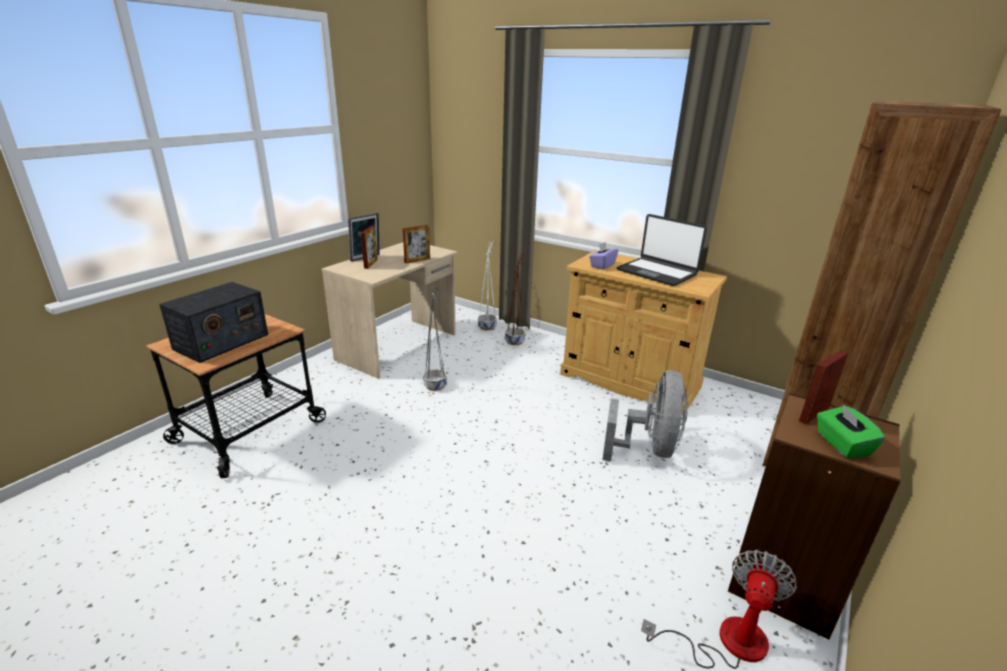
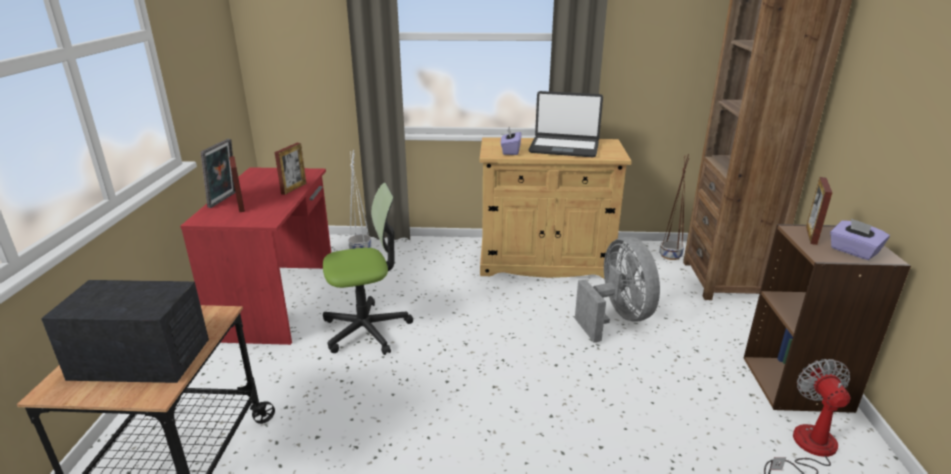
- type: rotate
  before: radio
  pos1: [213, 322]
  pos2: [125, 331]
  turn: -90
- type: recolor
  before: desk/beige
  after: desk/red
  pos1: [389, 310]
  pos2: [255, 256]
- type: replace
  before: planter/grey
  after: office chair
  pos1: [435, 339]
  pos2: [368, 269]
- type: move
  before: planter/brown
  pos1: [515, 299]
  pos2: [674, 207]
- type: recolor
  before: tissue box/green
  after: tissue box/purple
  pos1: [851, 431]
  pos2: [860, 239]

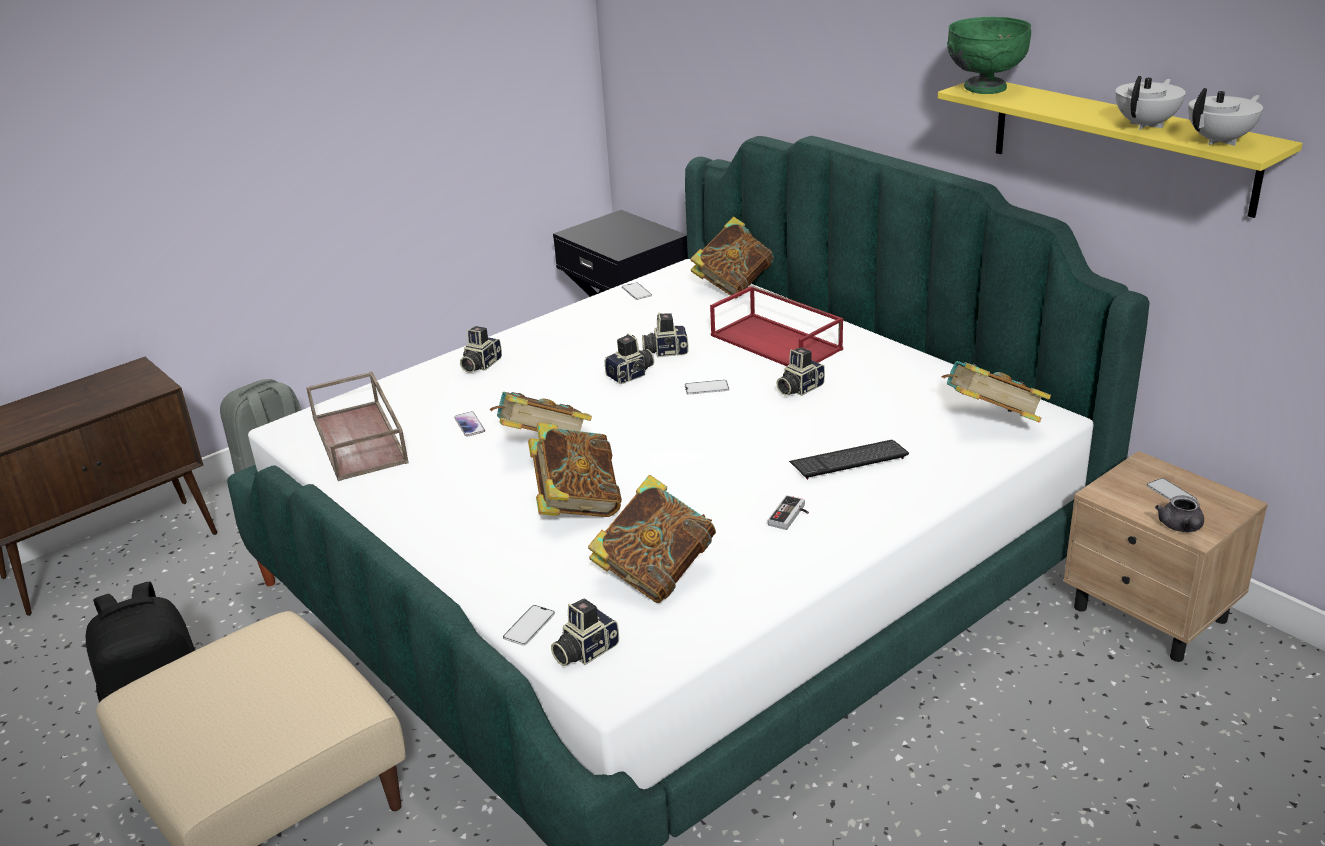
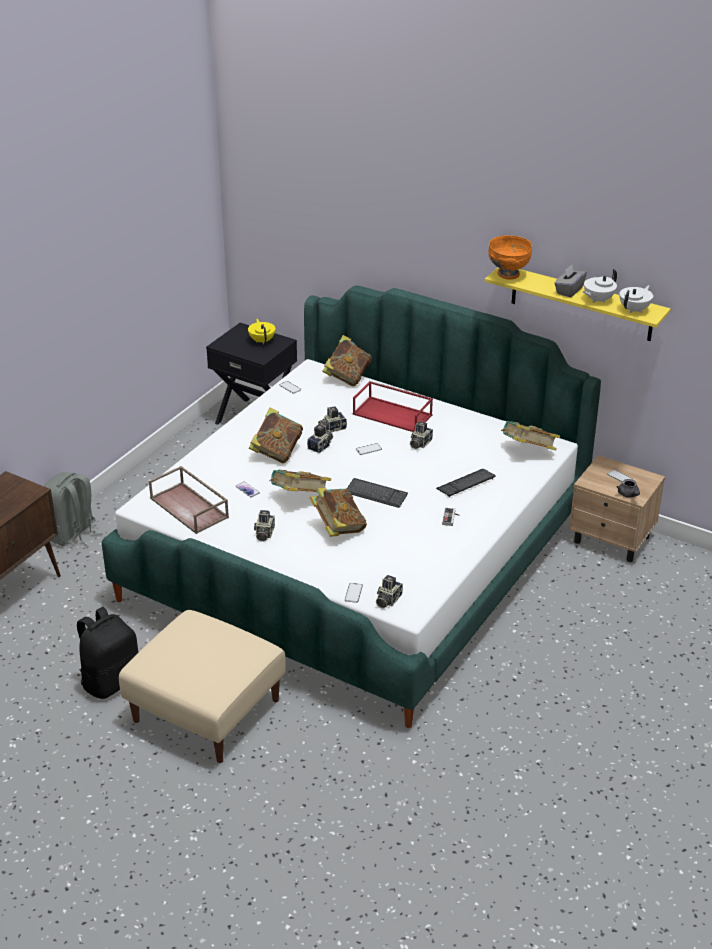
- type: move
  before: photo camera
  pos1: [481, 349]
  pos2: [264, 526]
- type: move
  before: book
  pos1: [652, 539]
  pos2: [276, 435]
- type: recolor
  before: bowl/green
  after: bowl/orange
  pos1: [989, 55]
  pos2: [510, 257]
- type: rotate
  before: teapot/white
  pos1: [1150, 103]
  pos2: [600, 286]
  turn: -150
- type: insert
  after: teapot/yellow
  pos2: [261, 331]
- type: insert
  after: keyboard
  pos2: [377, 493]
- type: insert
  after: tissue box/grey
  pos2: [570, 281]

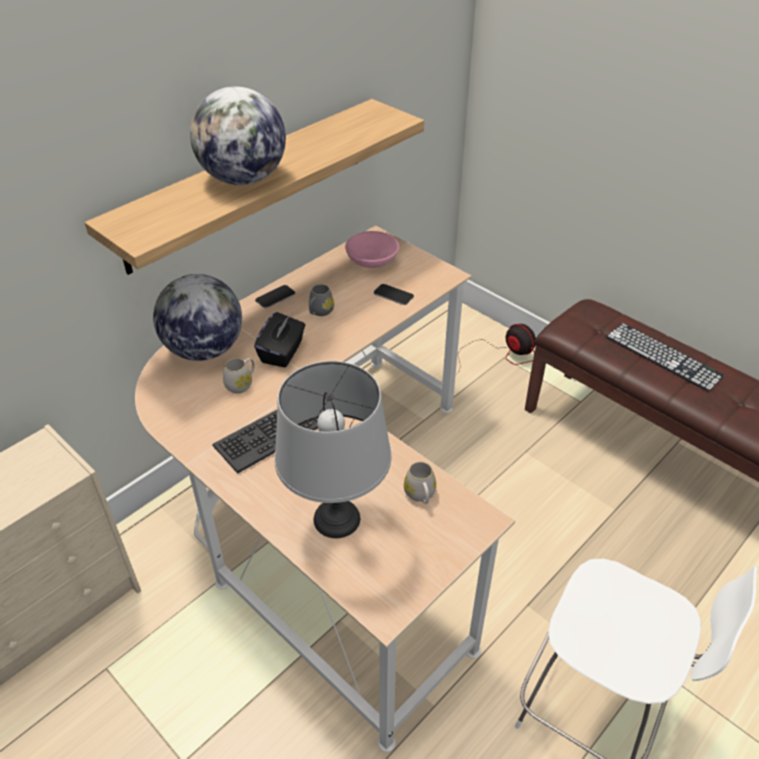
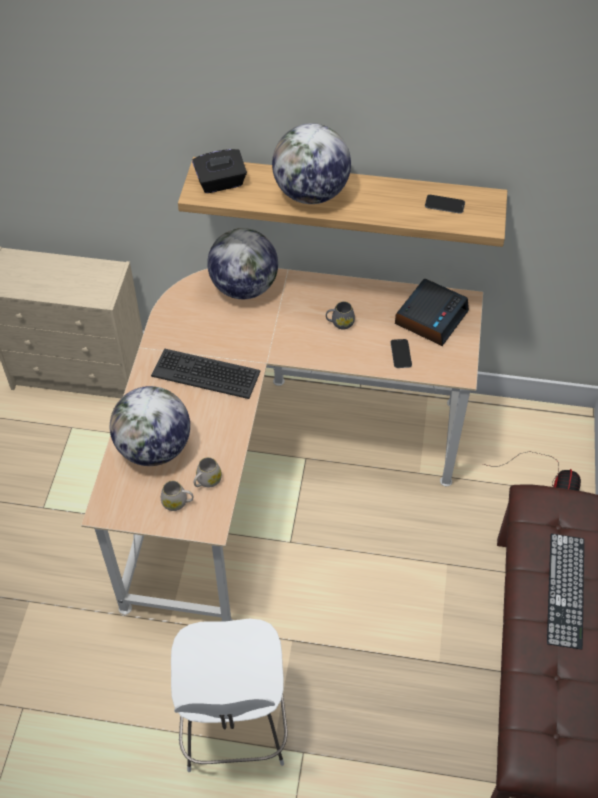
- type: move
  before: mug/white
  pos1: [239, 375]
  pos2: [177, 496]
- type: move
  before: tissue box/black
  pos1: [279, 339]
  pos2: [219, 171]
- type: move
  before: phone
  pos1: [275, 296]
  pos2: [445, 204]
- type: replace
  before: table lamp/grey
  after: globe
  pos1: [332, 449]
  pos2: [150, 426]
- type: replace
  before: bowl/pink
  after: alarm clock
  pos1: [372, 249]
  pos2: [432, 312]

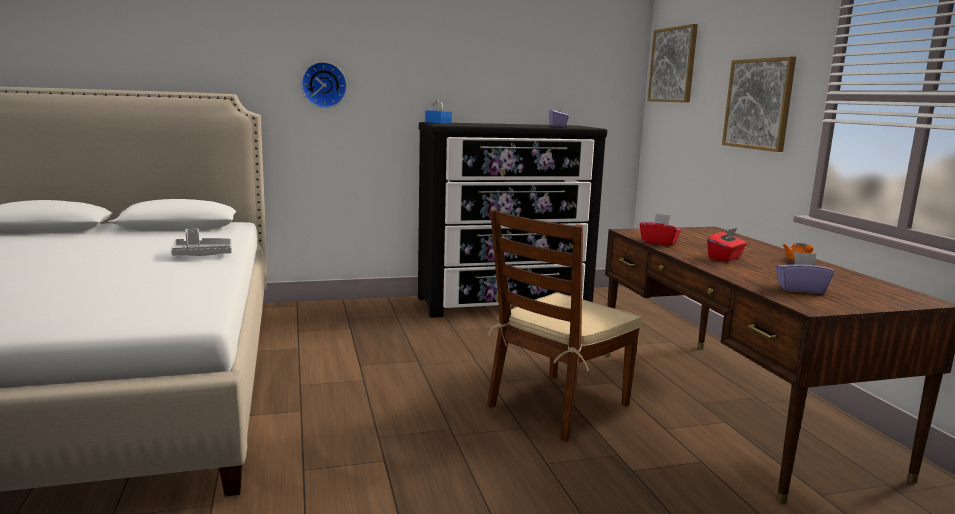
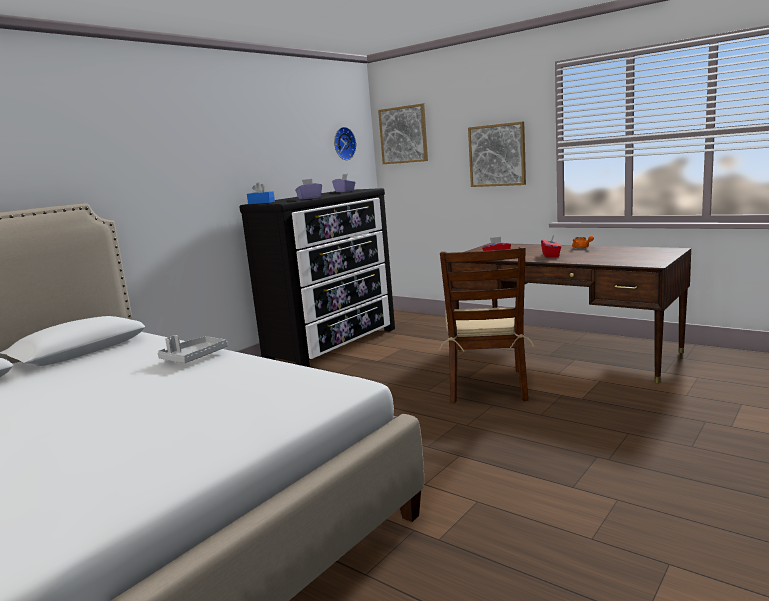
- type: move
  before: wall clock
  pos1: [324, 85]
  pos2: [345, 143]
- type: move
  before: tissue box/purple
  pos1: [805, 273]
  pos2: [308, 189]

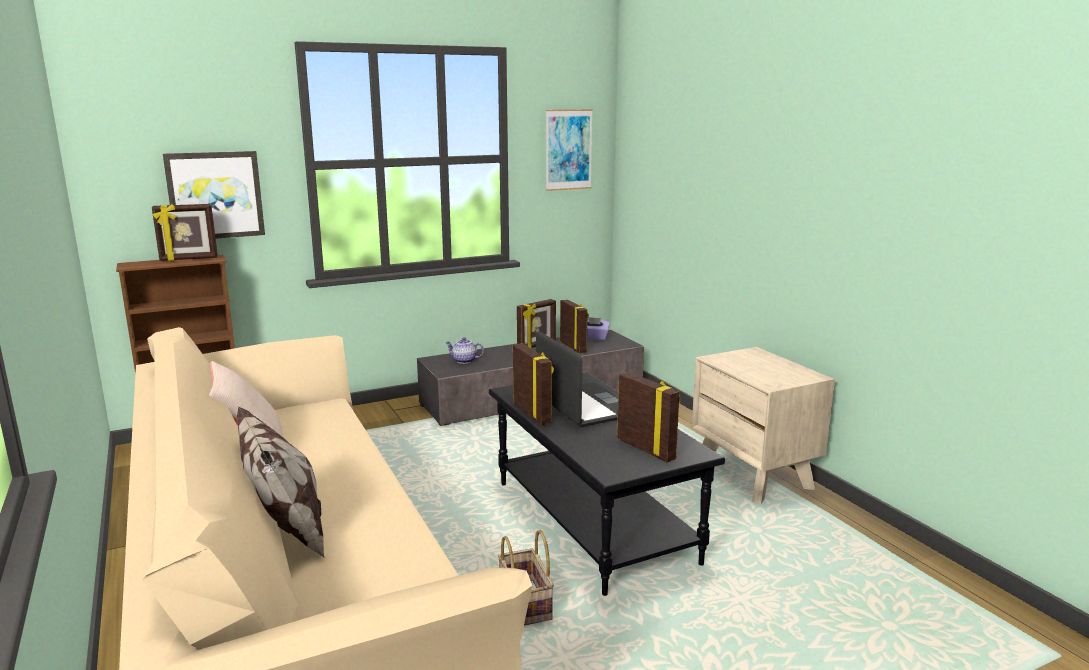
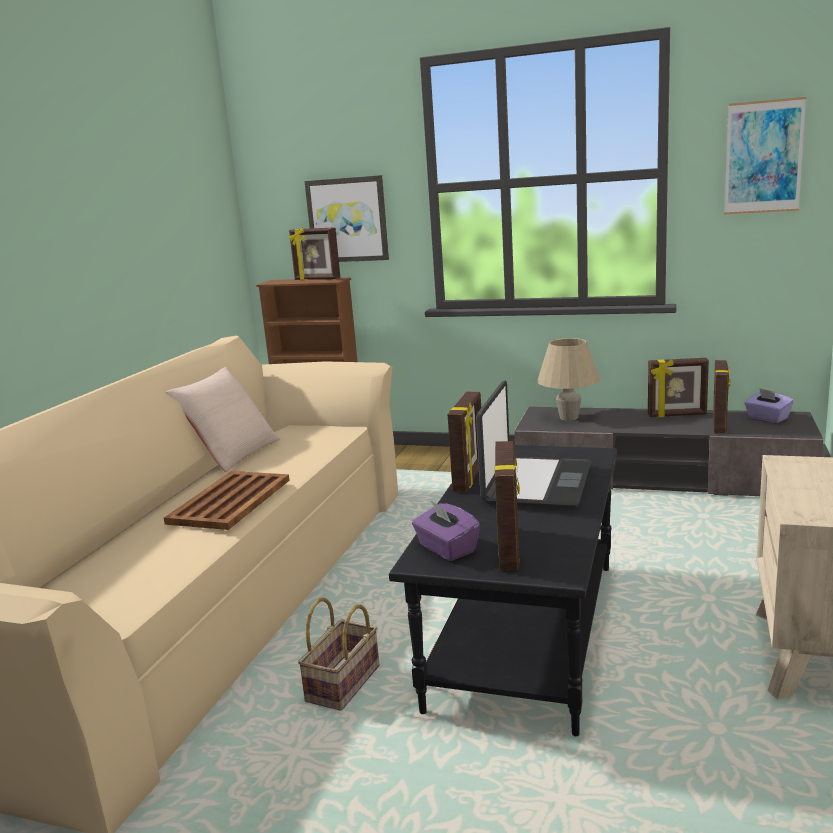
- type: delete
  before: pillow
  pos1: [281, 482]
- type: replace
  before: teapot
  after: table lamp/beige
  pos1: [464, 350]
  pos2: [568, 379]
- type: insert
  after: tray/brown
  pos2: [227, 500]
- type: insert
  after: tissue box/purple
  pos2: [446, 531]

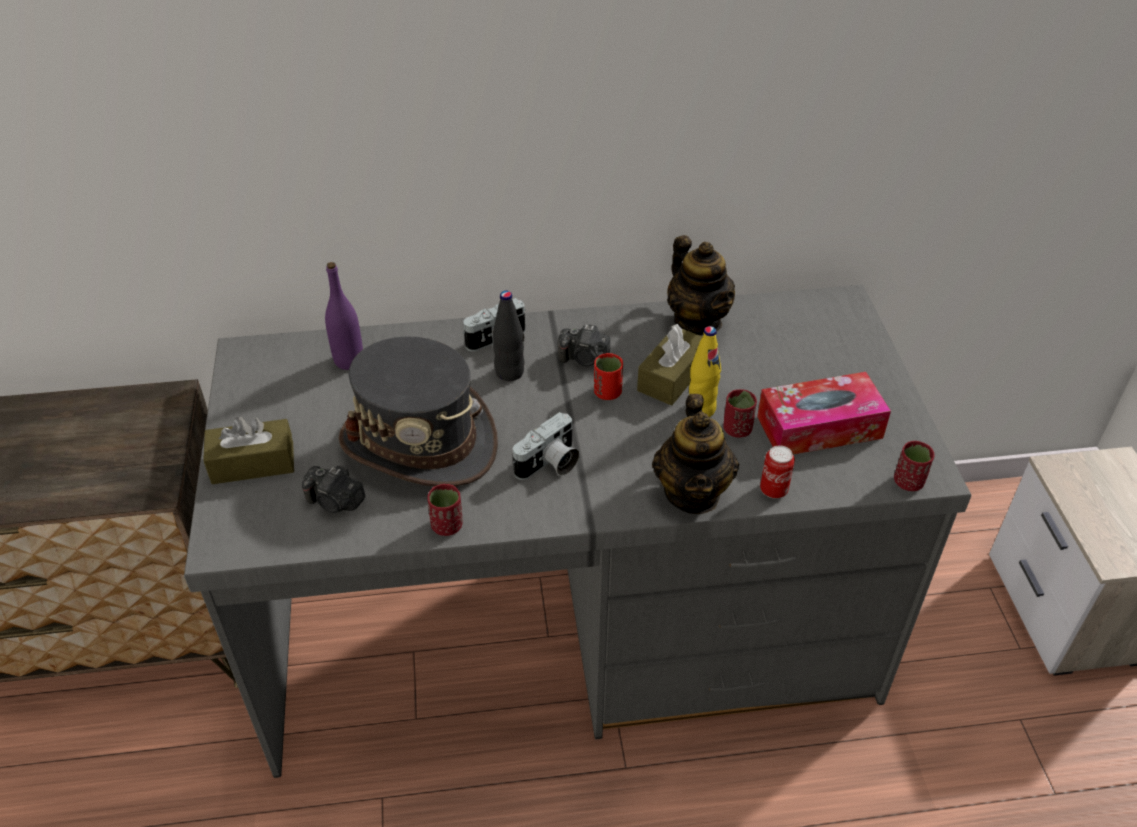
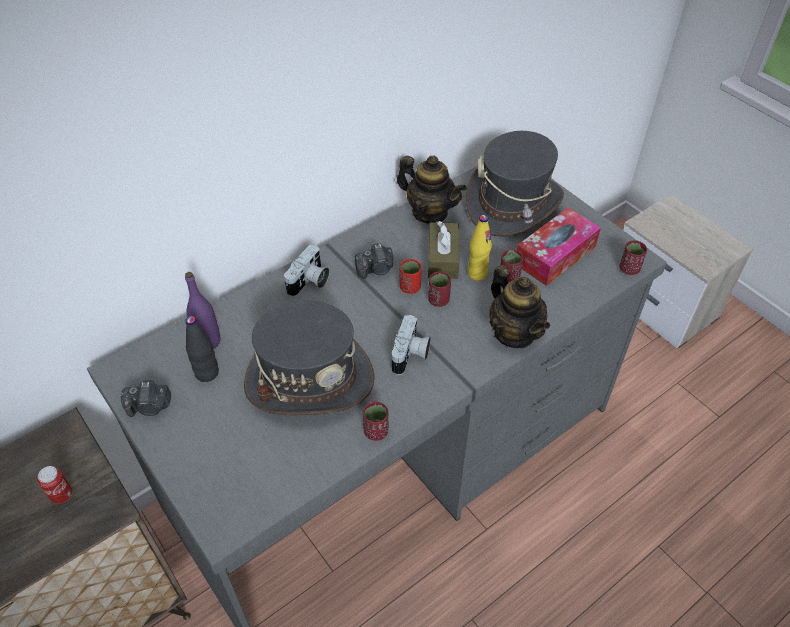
- type: delete
  before: tissue box/brown
  pos1: [248, 450]
- type: move
  before: photo camera
  pos1: [333, 489]
  pos2: [146, 398]
- type: move
  before: bottle/black
  pos1: [508, 336]
  pos2: [202, 349]
- type: move
  before: can
  pos1: [777, 472]
  pos2: [55, 485]
- type: insert
  after: cup/red
  pos2: [439, 289]
- type: insert
  after: hat/grey
  pos2: [515, 184]

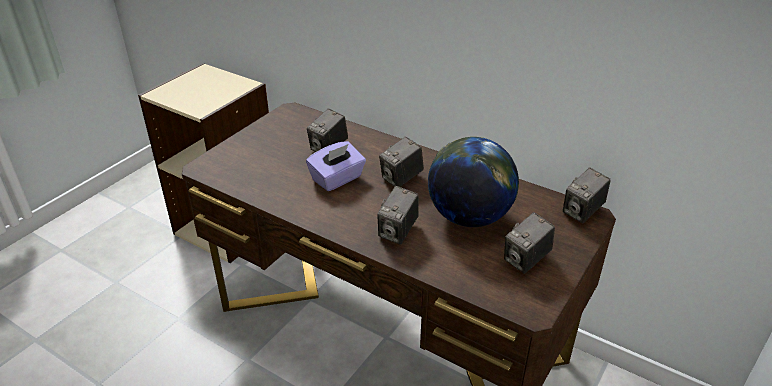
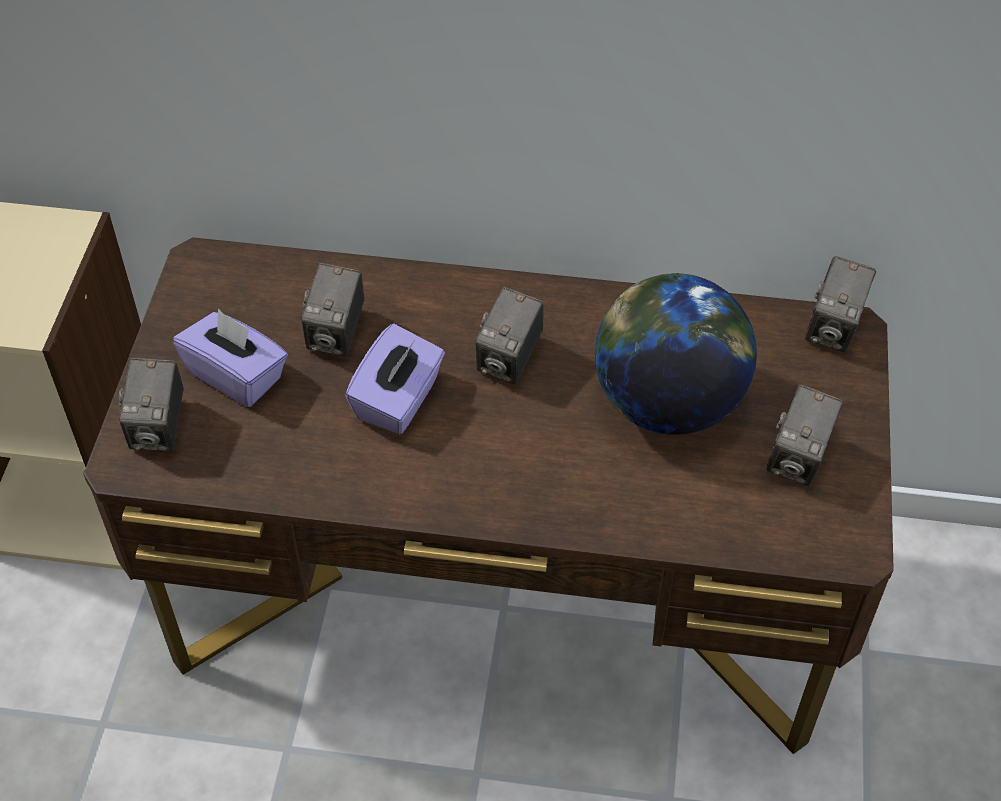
- type: move
  before: photo camera
  pos1: [398, 215]
  pos2: [151, 404]
- type: insert
  after: tissue box/purple
  pos2: [230, 358]

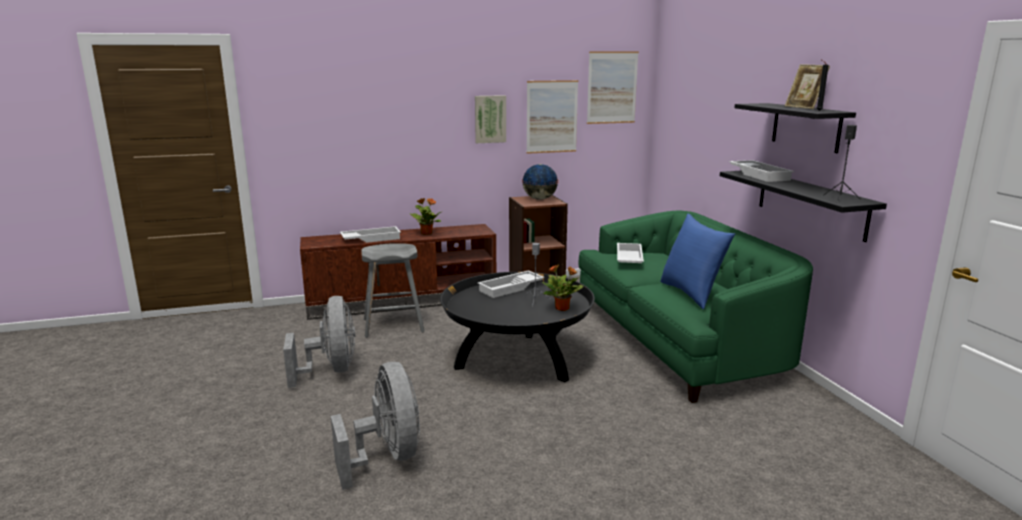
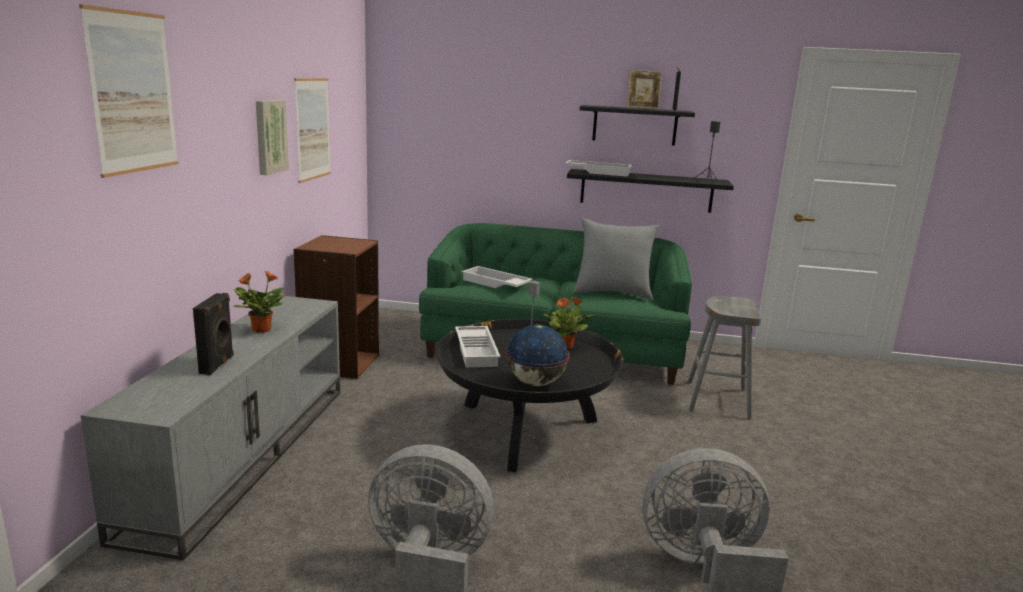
- type: recolor
  before: tv stand/brown
  after: tv stand/grey
  pos1: [398, 272]
  pos2: [210, 428]
- type: replace
  before: tray/white
  after: speaker/black
  pos1: [370, 234]
  pos2: [213, 334]
- type: move
  before: stool/grey
  pos1: [393, 290]
  pos2: [724, 357]
- type: move
  before: globe
  pos1: [540, 182]
  pos2: [538, 355]
- type: move
  before: picture
  pos1: [613, 87]
  pos2: [128, 91]
- type: recolor
  before: pillow/blue
  after: pillow/grey
  pos1: [697, 261]
  pos2: [616, 259]

